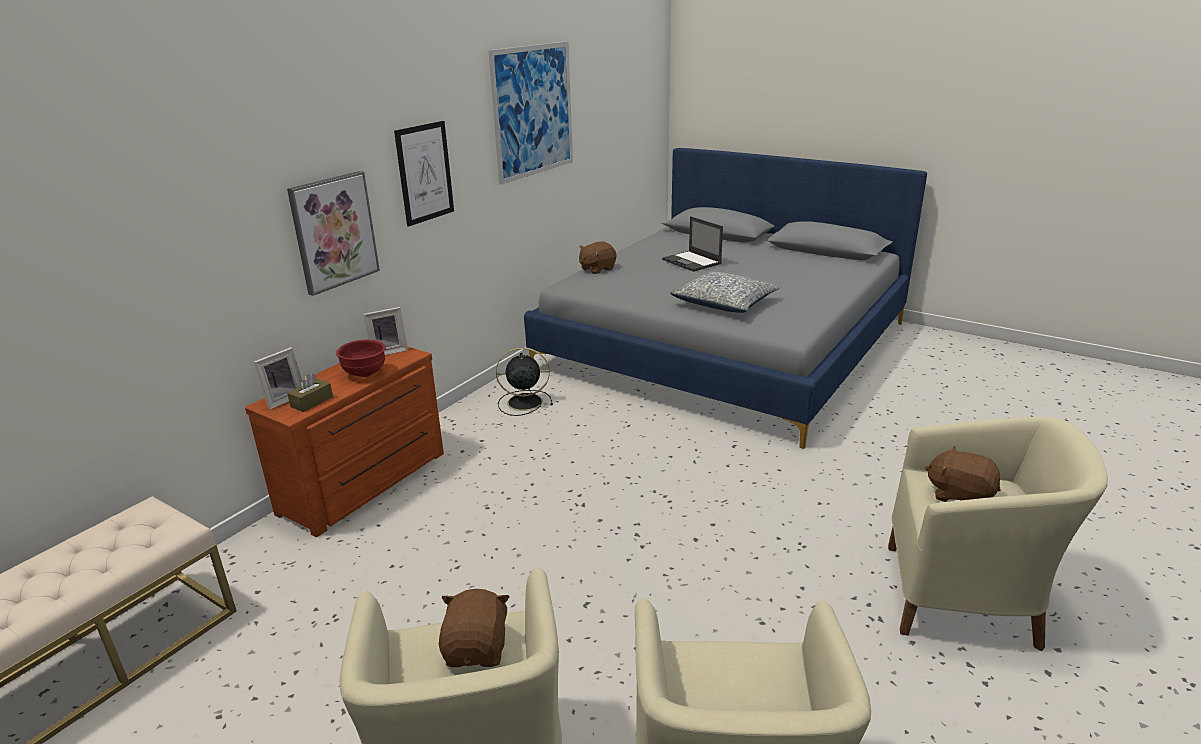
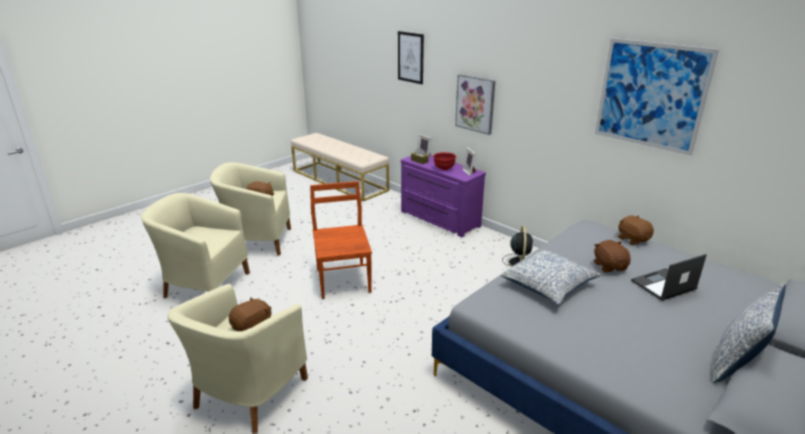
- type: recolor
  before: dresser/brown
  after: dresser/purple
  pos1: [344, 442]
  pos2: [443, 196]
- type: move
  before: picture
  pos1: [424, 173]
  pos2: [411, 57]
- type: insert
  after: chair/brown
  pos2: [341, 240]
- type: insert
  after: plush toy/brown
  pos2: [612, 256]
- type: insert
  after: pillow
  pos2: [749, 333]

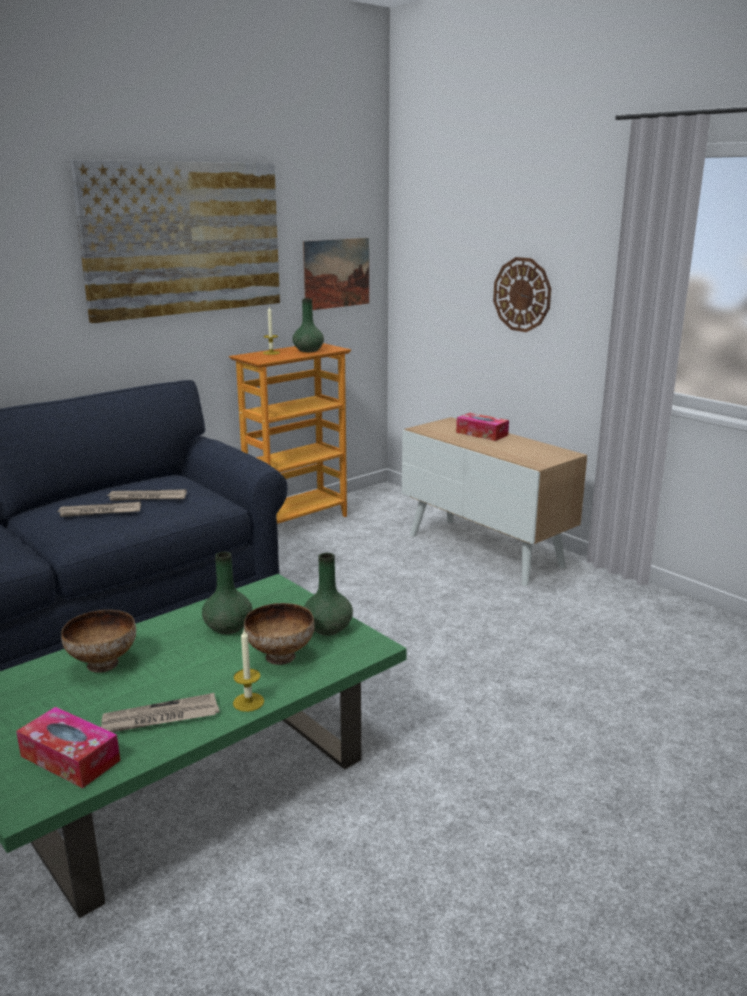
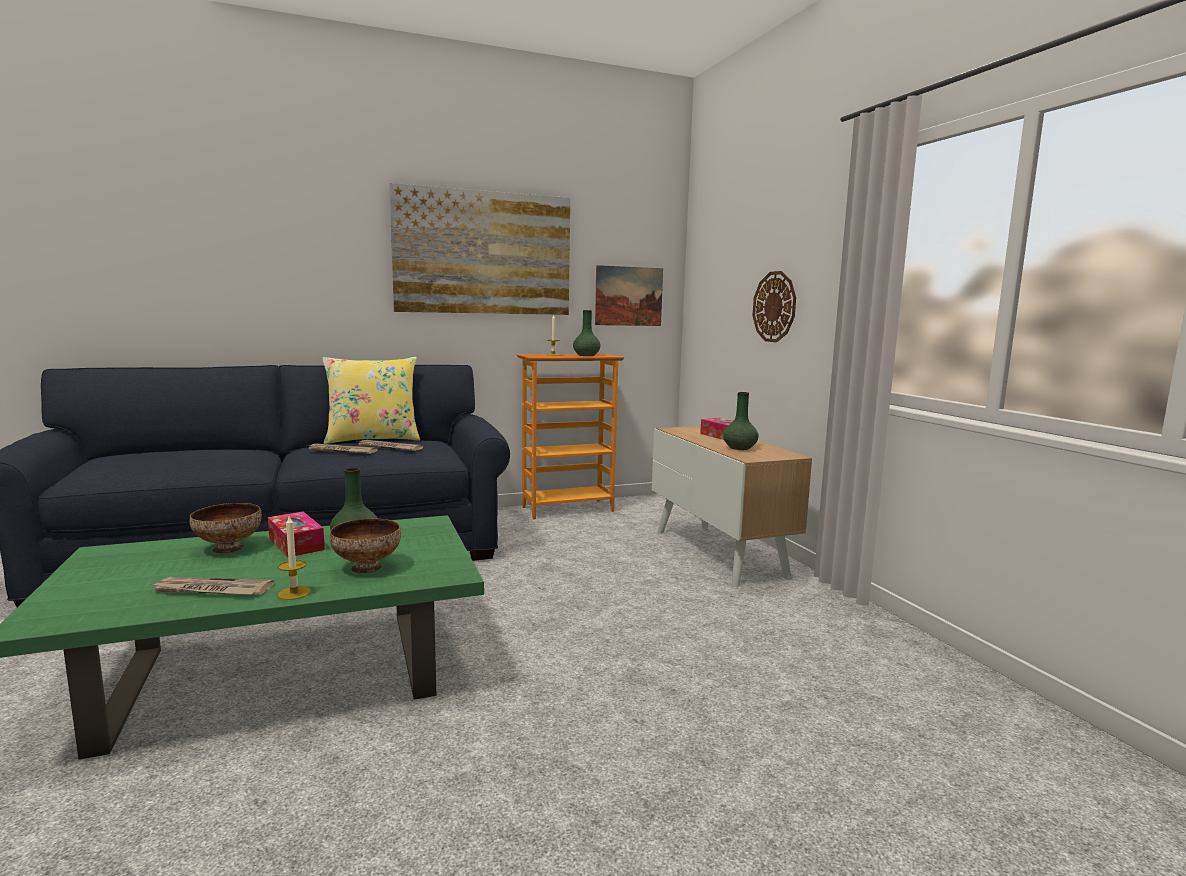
- type: move
  before: tissue box
  pos1: [68, 747]
  pos2: [296, 534]
- type: move
  before: vase/green
  pos1: [328, 594]
  pos2: [740, 421]
- type: insert
  after: pillow/yellow
  pos2: [371, 400]

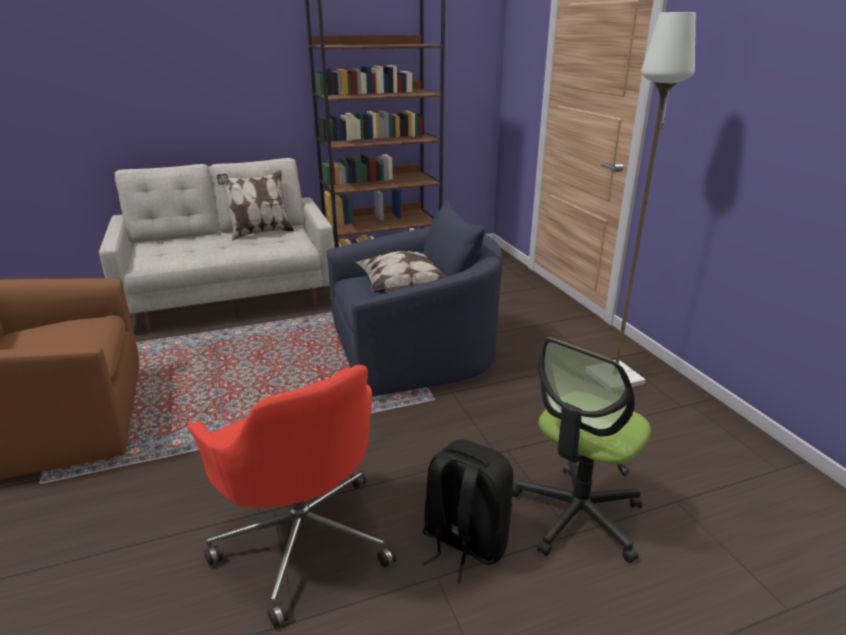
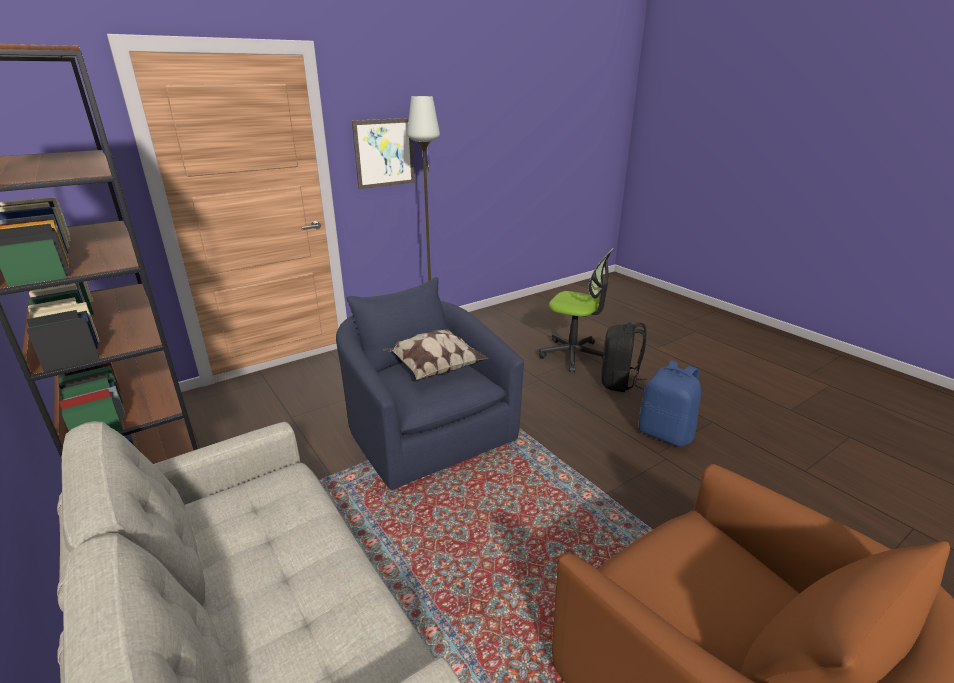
- type: replace
  before: office chair/red
  after: backpack/blue
  pos1: [291, 496]
  pos2: [670, 403]
- type: delete
  before: pillow
  pos1: [255, 205]
- type: insert
  after: picture
  pos2: [383, 153]

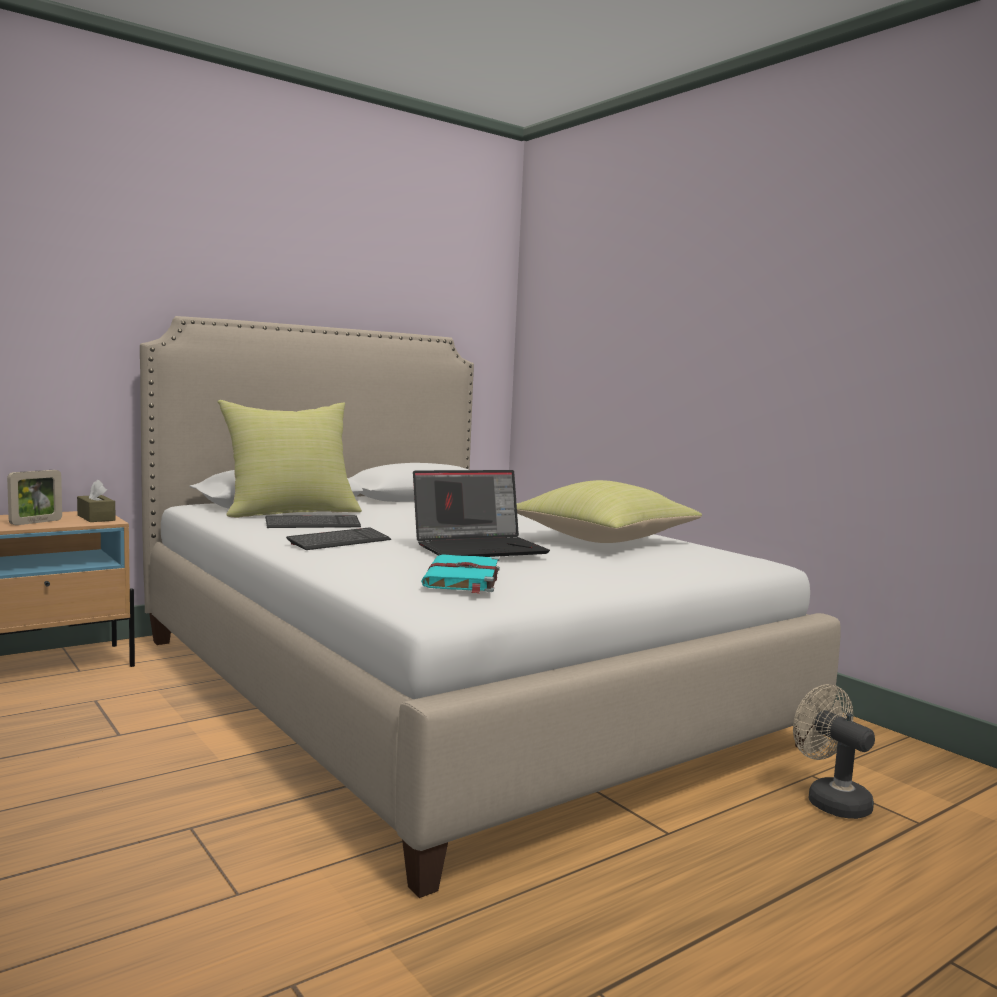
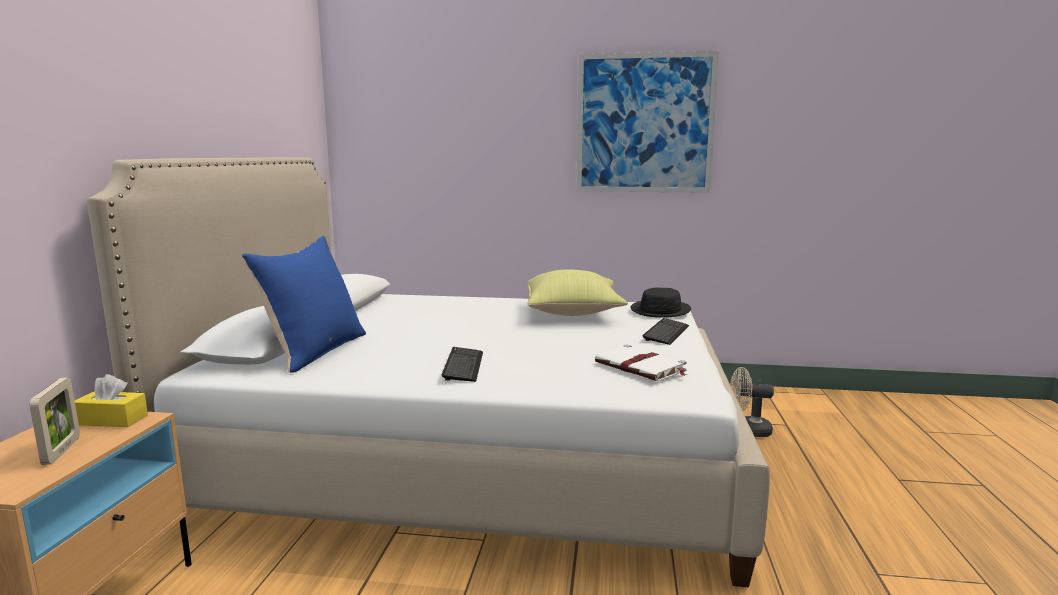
- type: recolor
  before: tissue box/brown
  after: tissue box/yellow
  pos1: [96, 500]
  pos2: [111, 400]
- type: recolor
  before: pillow/yellow
  after: pillow/blue
  pos1: [290, 459]
  pos2: [304, 304]
- type: move
  before: keyboard
  pos1: [313, 521]
  pos2: [666, 331]
- type: delete
  before: laptop
  pos1: [481, 513]
- type: recolor
  before: book/turquoise
  after: book/white
  pos1: [460, 574]
  pos2: [641, 363]
- type: insert
  after: picture
  pos2: [648, 122]
- type: insert
  after: hat/black
  pos2: [660, 303]

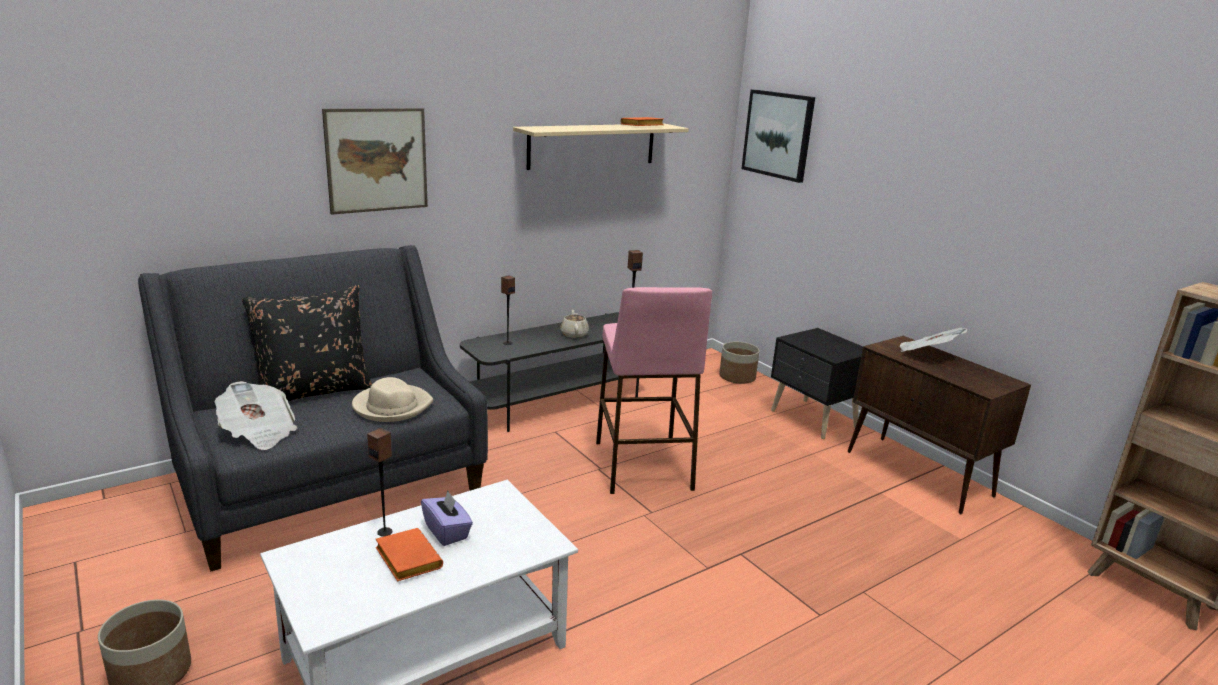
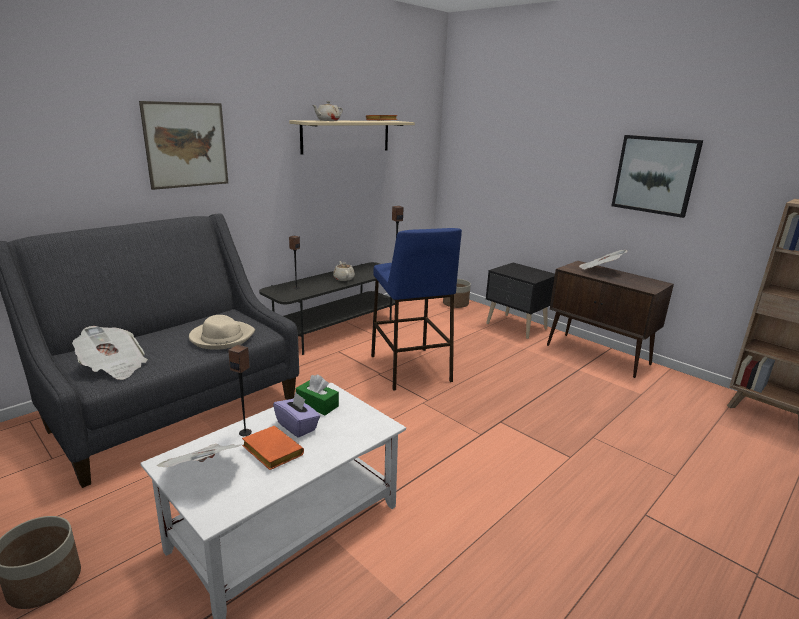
- type: delete
  before: pillow/black
  pos1: [307, 343]
- type: recolor
  before: stool/pink
  after: stool/blue
  pos1: [654, 390]
  pos2: [416, 309]
- type: move
  before: picture
  pos1: [778, 136]
  pos2: [657, 176]
- type: insert
  after: newspaper
  pos2: [200, 455]
- type: insert
  after: tissue box/green
  pos2: [317, 394]
- type: insert
  after: teapot/beige
  pos2: [327, 111]

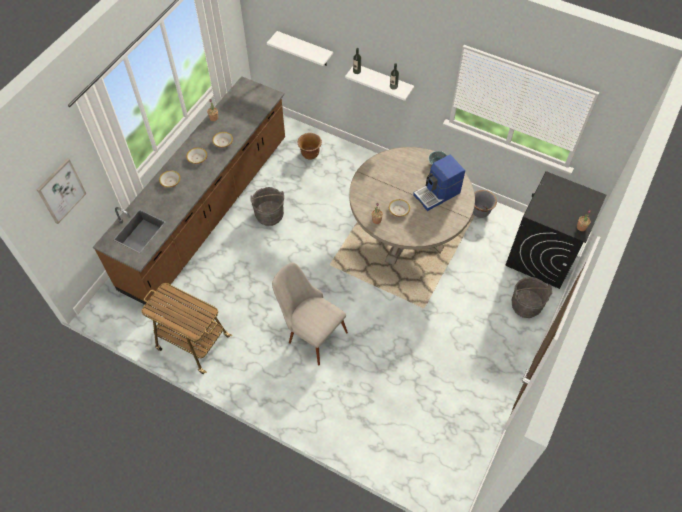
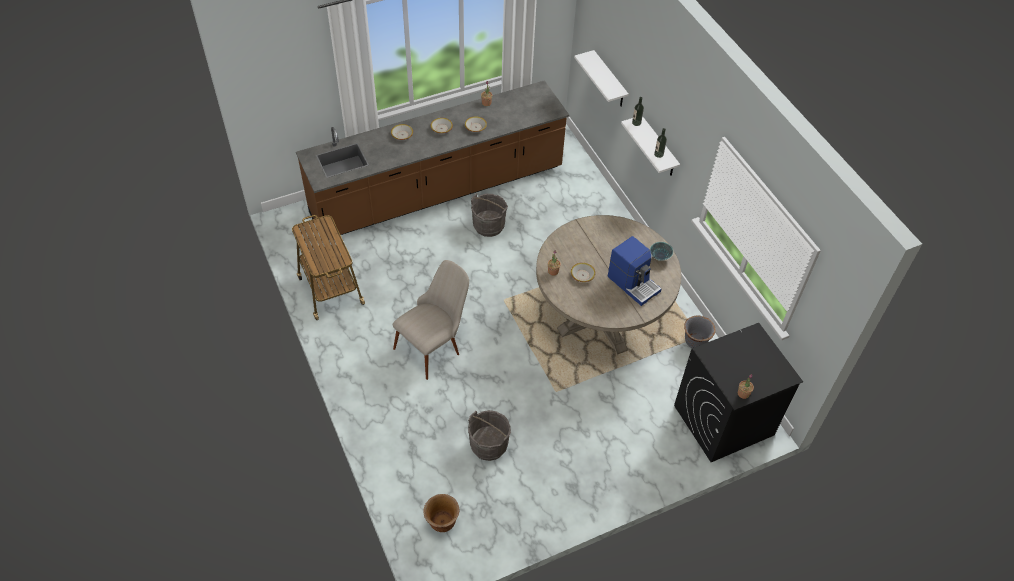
- type: delete
  before: picture
  pos1: [61, 191]
- type: rotate
  before: chair/beige
  pos1: [310, 313]
  pos2: [431, 320]
  turn: 60
- type: move
  before: planter/brown
  pos1: [310, 146]
  pos2: [441, 513]
- type: rotate
  before: coffee machine
  pos1: [439, 183]
  pos2: [635, 271]
  turn: -135
- type: move
  before: bucket/grey
  pos1: [532, 297]
  pos2: [489, 435]

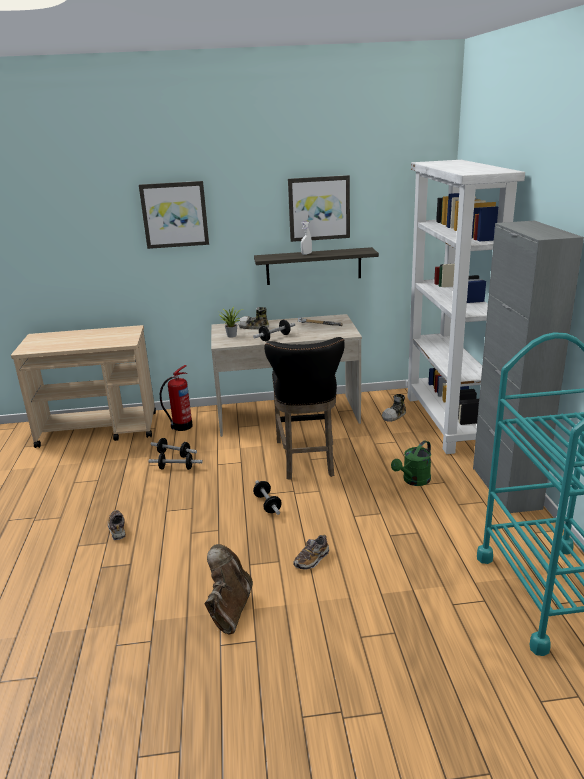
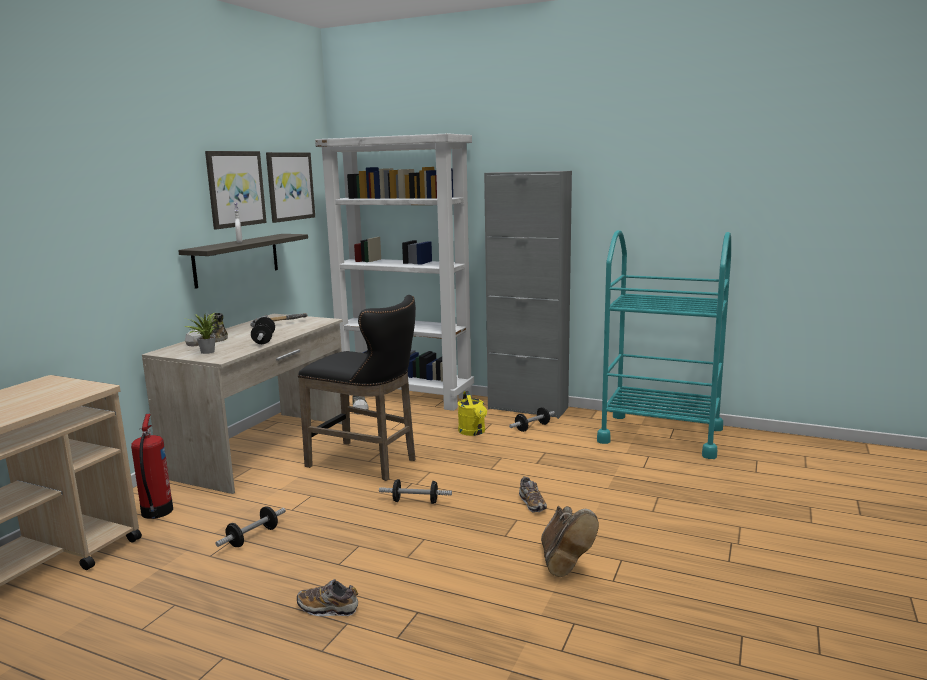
- type: move
  before: picture
  pos1: [174, 215]
  pos2: [290, 187]
- type: move
  before: dumbbell
  pos1: [174, 448]
  pos2: [532, 419]
- type: rotate
  before: boot/brown
  pos1: [228, 589]
  pos2: [570, 541]
  turn: -135
- type: recolor
  before: watering can/green
  after: watering can/yellow
  pos1: [411, 463]
  pos2: [472, 413]

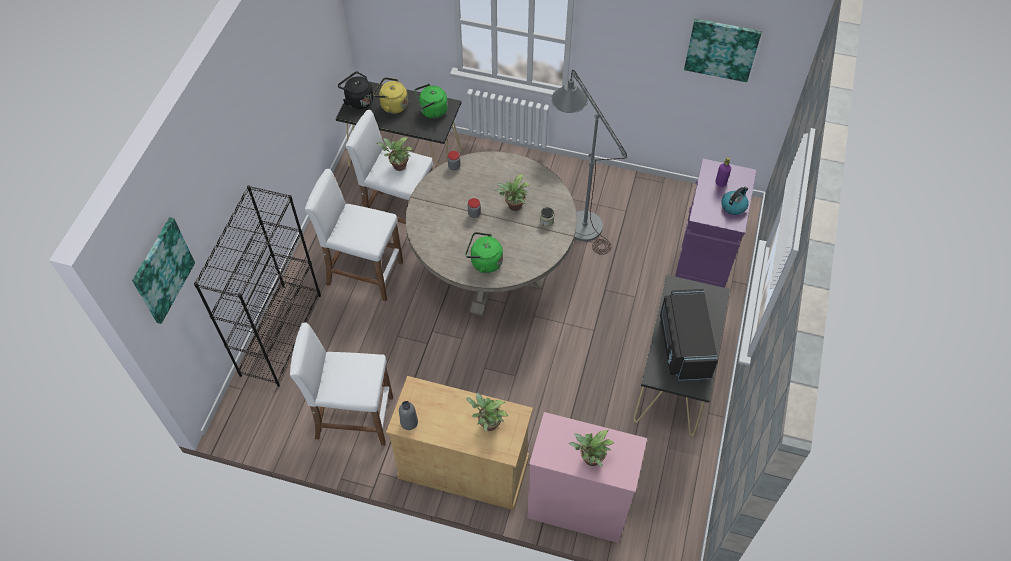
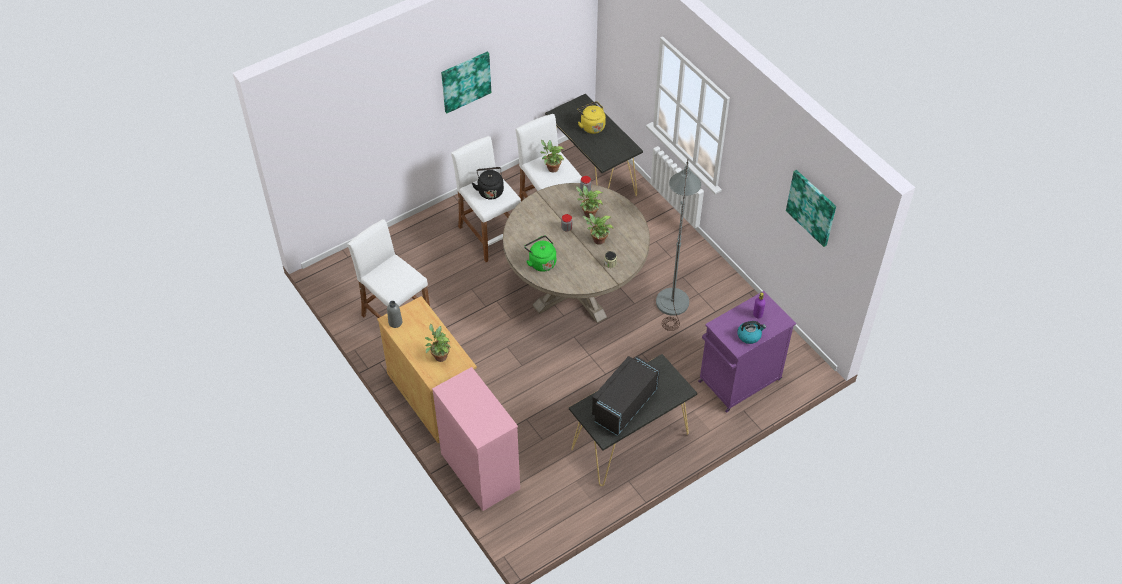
- type: move
  before: picture
  pos1: [163, 270]
  pos2: [466, 82]
- type: delete
  before: bookcase/black
  pos1: [257, 286]
- type: move
  before: kettle/black
  pos1: [355, 90]
  pos2: [488, 183]
- type: delete
  before: kettle/green
  pos1: [431, 101]
- type: move
  before: potted plant
  pos1: [591, 448]
  pos2: [589, 201]

